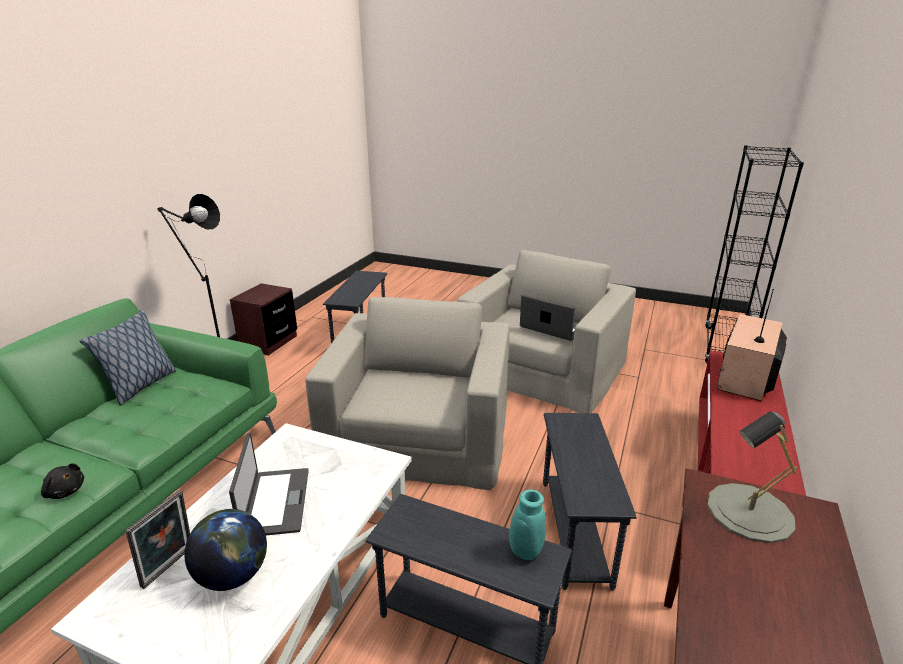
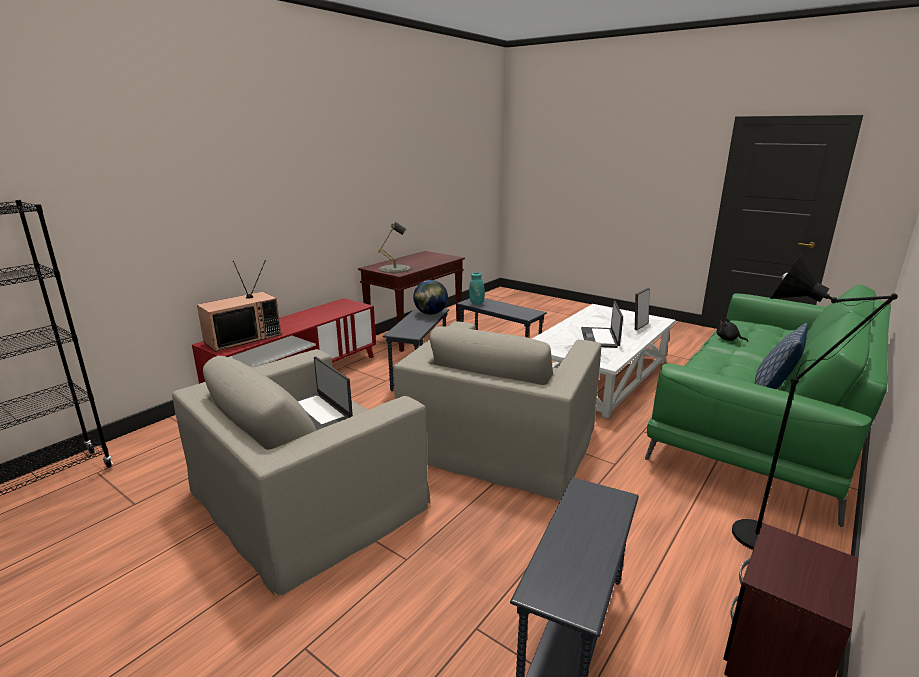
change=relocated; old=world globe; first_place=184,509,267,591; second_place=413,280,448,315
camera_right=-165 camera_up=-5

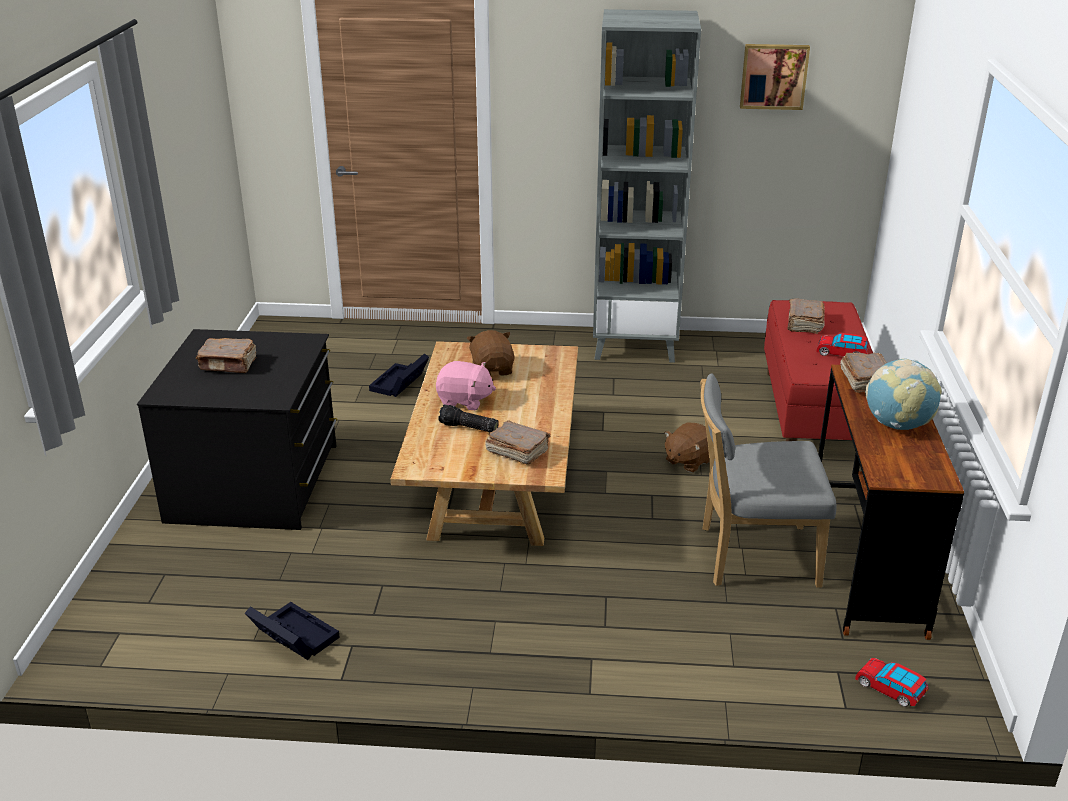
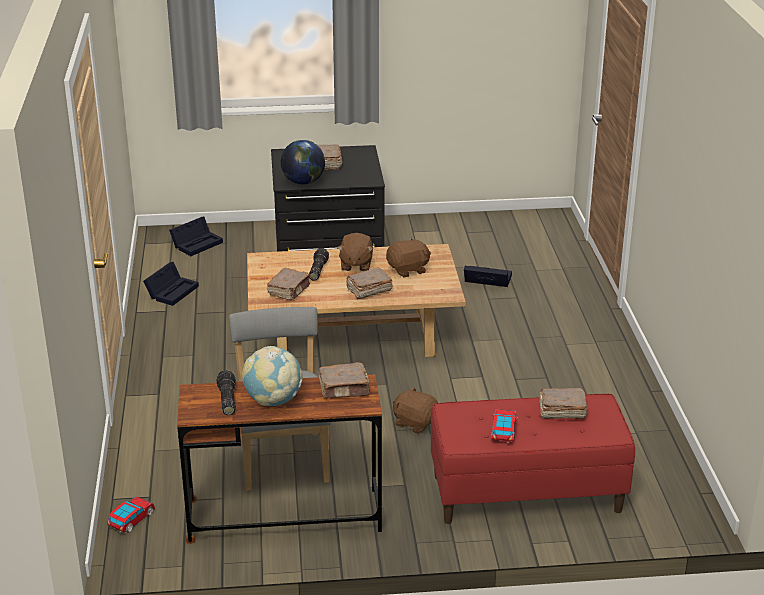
change=missing; old=bookshelf (gray); first_place=593,9,701,363
change=missing; old=wall art; first_place=740,44,810,110
change=colour; old=plush toy (pink-coloured); new=plush toy (brown); first_place=436,361,496,410; second_place=337,233,373,271
change=appeared; new=world globe; second_place=281,140,325,185
change=appeared; new=storage container (black); second_place=169,216,223,256
change=appeared; new=volume (brown); second_place=346,268,393,299
change=appeared; new=hand torch; second_place=216,370,236,415
camera_right=80 camera_up=0

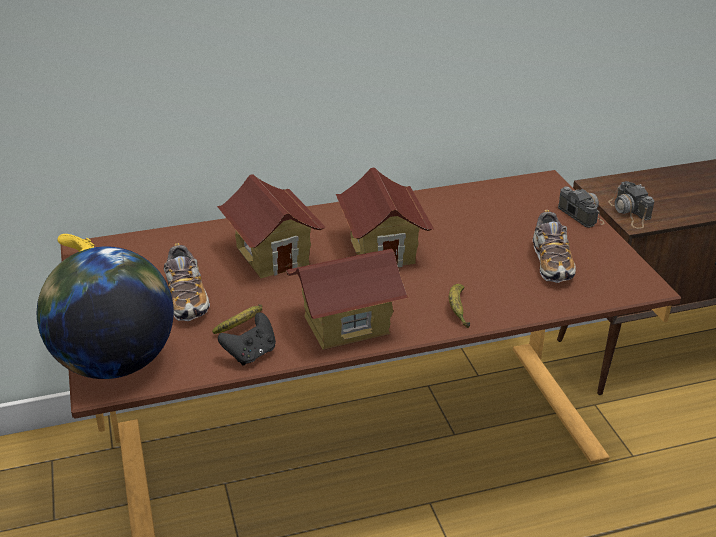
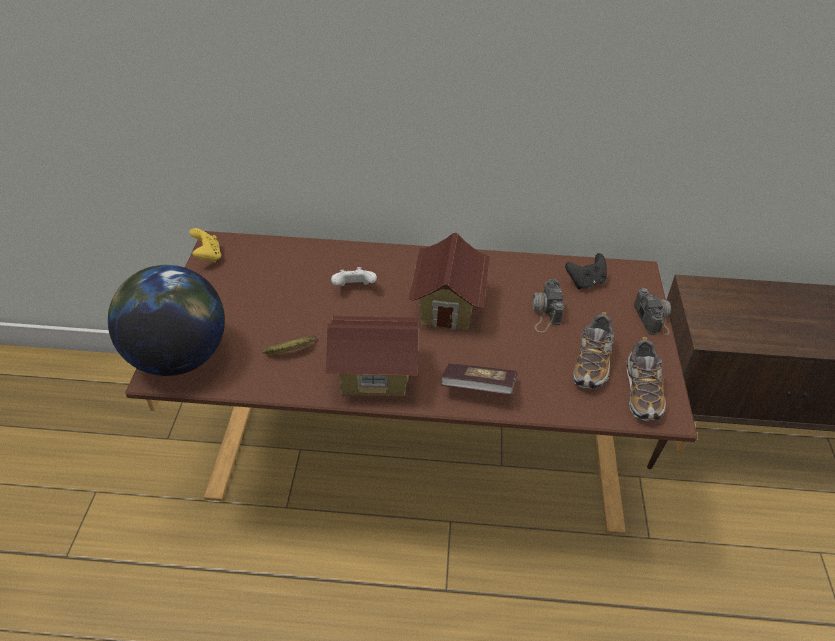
change=exchanged; old=model house; new=game controller (white-coloured); first_place=217,174,326,279; second_place=331,267,377,286
change=relocated; old=photo camera; first_place=608,181,654,229; second_place=532,279,564,332
change=relocated; old=shoe; first_place=164,243,210,321; second_place=626,337,666,421
change=exchanged; old=banana; new=volume; first_place=449,284,470,328; second_place=441,364,517,395
change=relocated; old=game controller (black); first_place=218,312,276,366; second_place=565,253,607,289
camera_right=20 camera_up=10

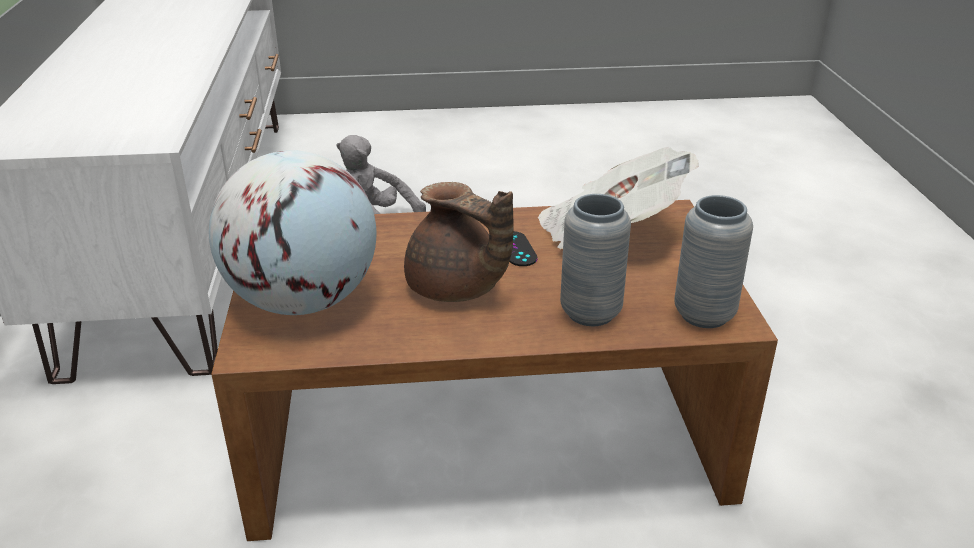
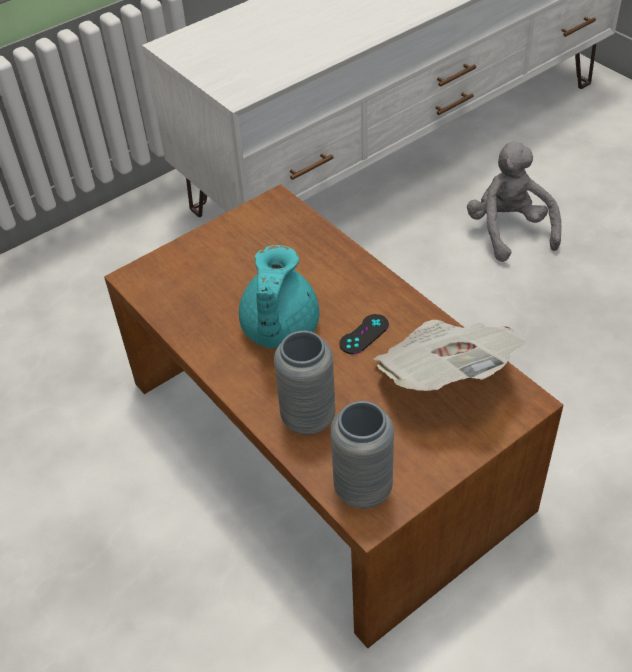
change=missing; old=world globe; first_place=209,150,377,315
change=colour; old=pot for tea (brown); new=pot for tea (turquoise-coloured); first_place=404,182,514,302; second_place=239,245,320,349
camera_right=60 camera_up=15

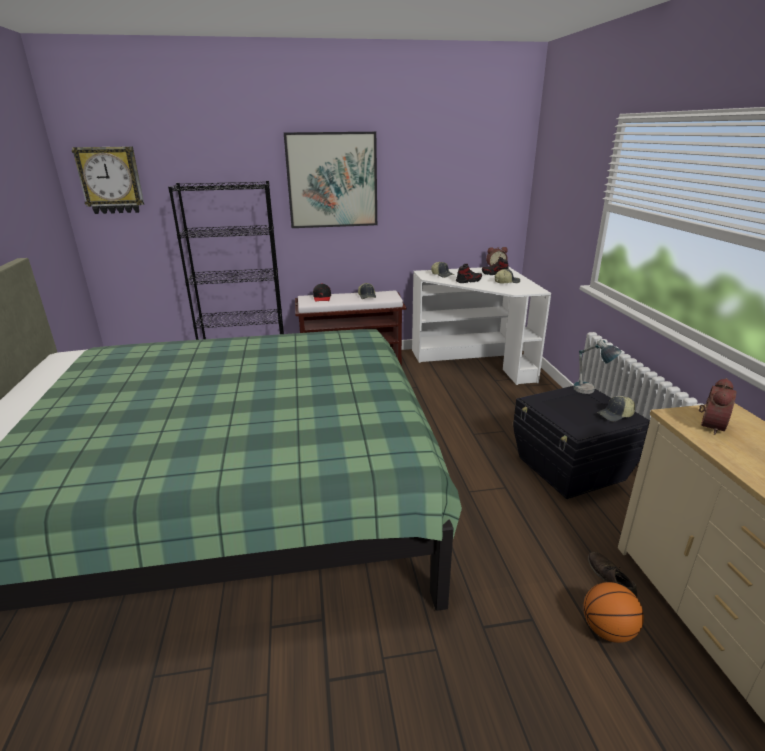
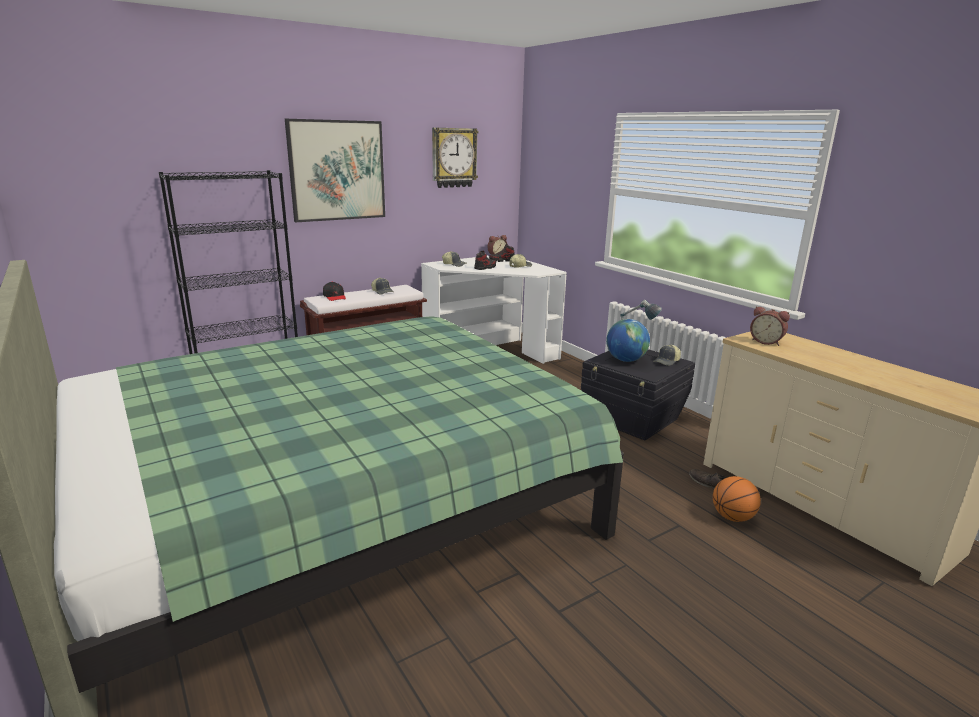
change=relocated; old=wall clock; first_place=72,146,144,214; second_place=432,128,479,188
change=spun; old=alarm clock; first_place=699,378,736,435; second_place=750,306,790,346; degrees=120
change=appeared; new=world globe; second_place=606,319,650,362
camera_right=-25 camera_up=-5

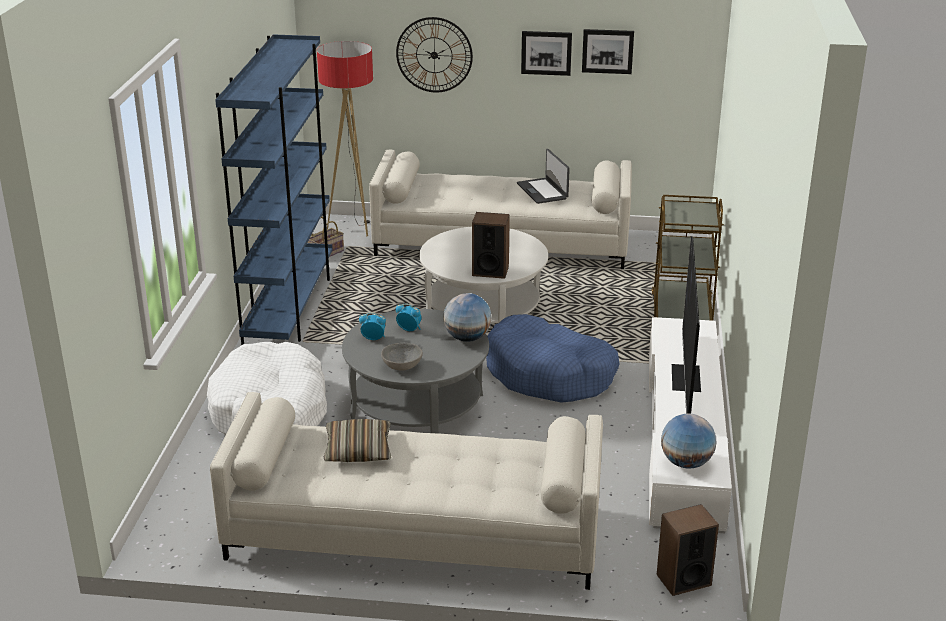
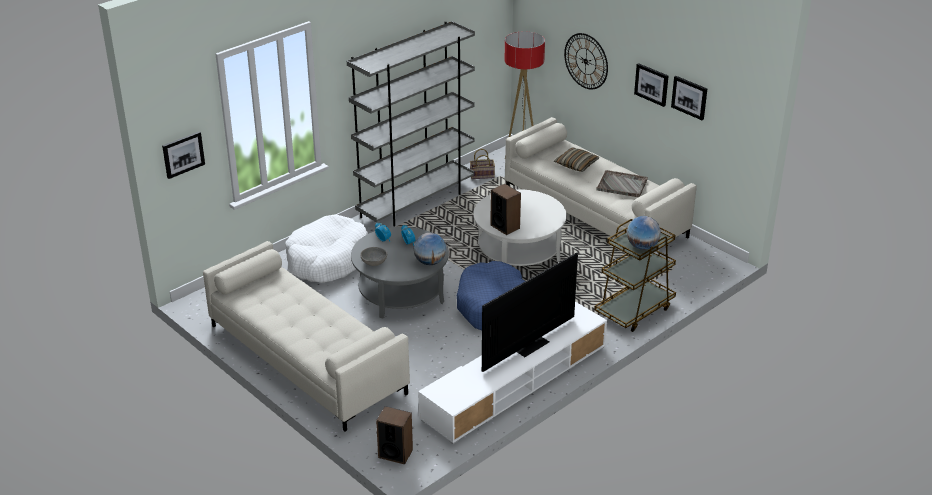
change=colour; old=bookshelf (blue-coloured); new=bookshelf (gray); first_place=215,34,333,345; second_place=347,21,475,227
change=exchanged; old=laptop; new=carrying tray (gray); first_place=517,149,570,204; second_place=597,170,648,197
change=relocated; old=world globe; first_place=661,413,716,468; second_place=627,216,661,250
change=relocated; old=cushion; first_place=324,419,391,462; second_place=554,148,599,172
change=appeared; new=wall art; second_place=162,131,205,179
camera_right=40 camera_up=5

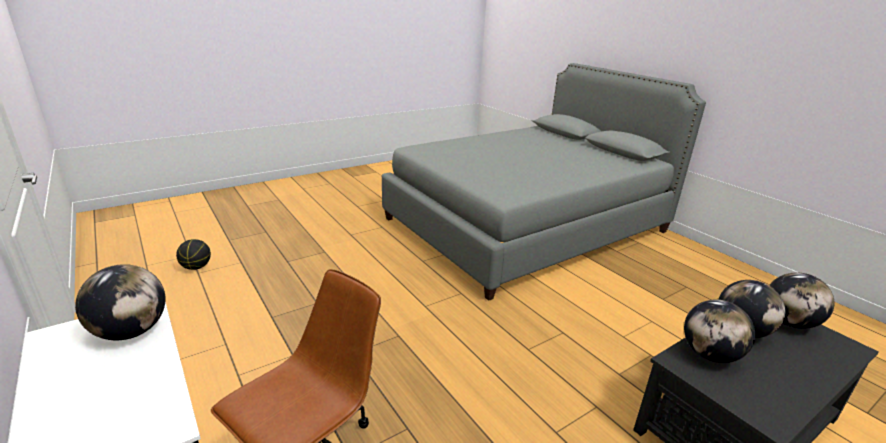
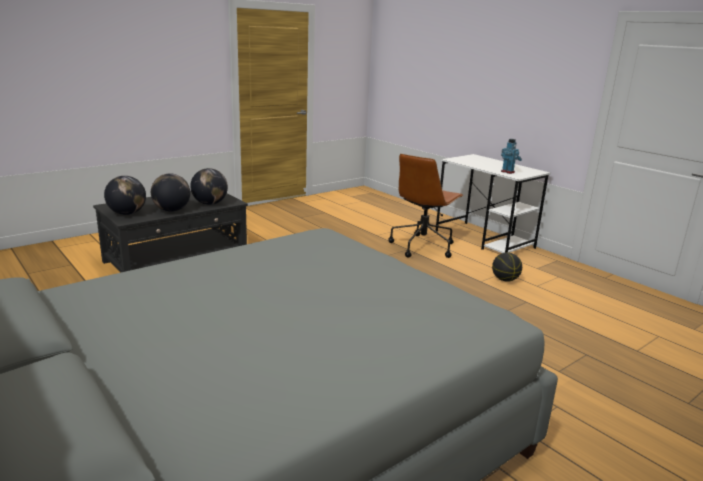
change=relocated; old=basketball; first_place=176,239,211,270; second_place=492,252,522,282
change=exchanged; old=world globe; new=toy robot; first_place=75,264,166,340; second_place=501,139,522,174
camera_right=175 camera_up=-5

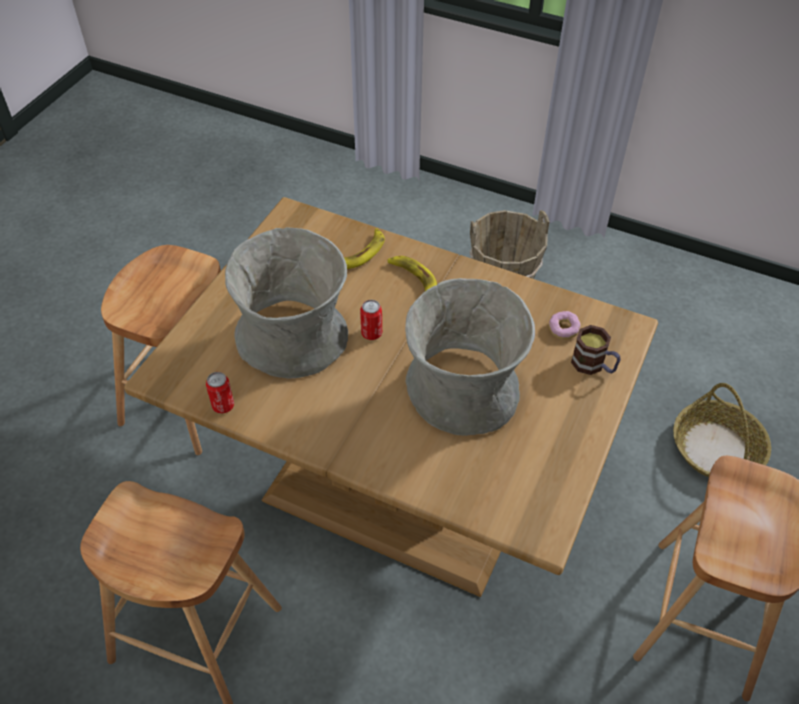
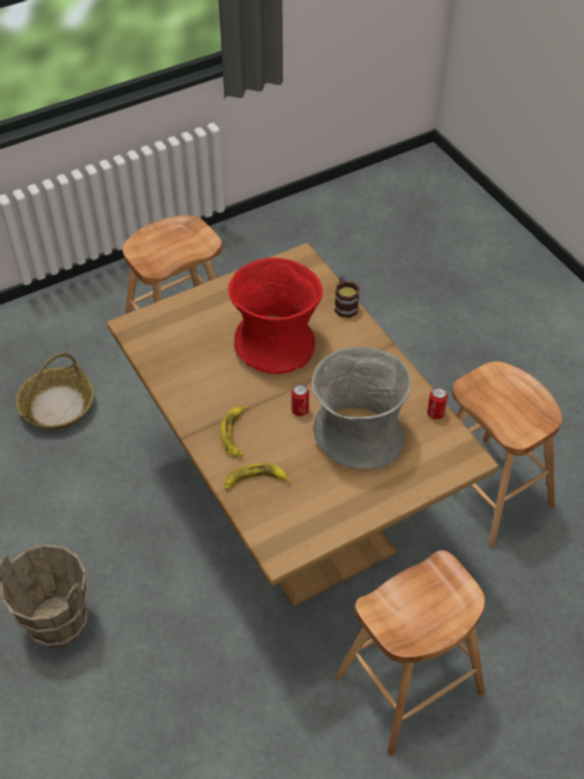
change=colour; old=vase (gray); new=vase (reddish); first_place=405,278,535,436; second_place=228,258,323,374
change=missing; old=ring doughnut; first_place=549,311,581,340
change=relocated; old=tea mug; first_place=571,325,621,375; second_place=335,276,360,318
camera_right=-145 camera_up=0

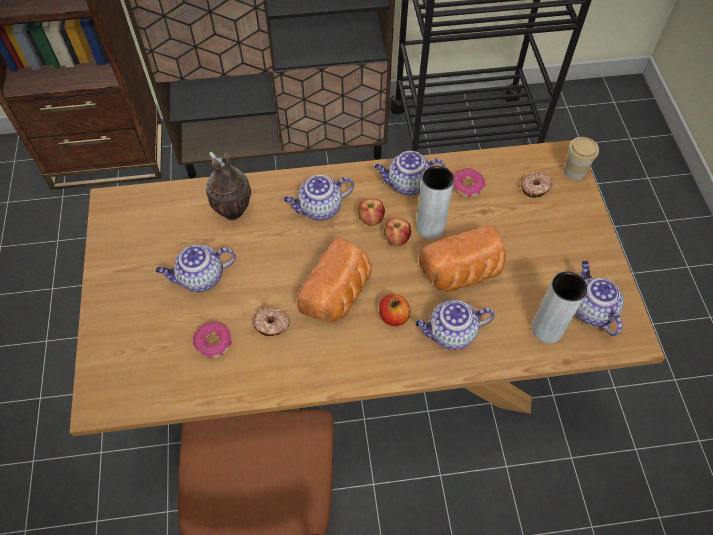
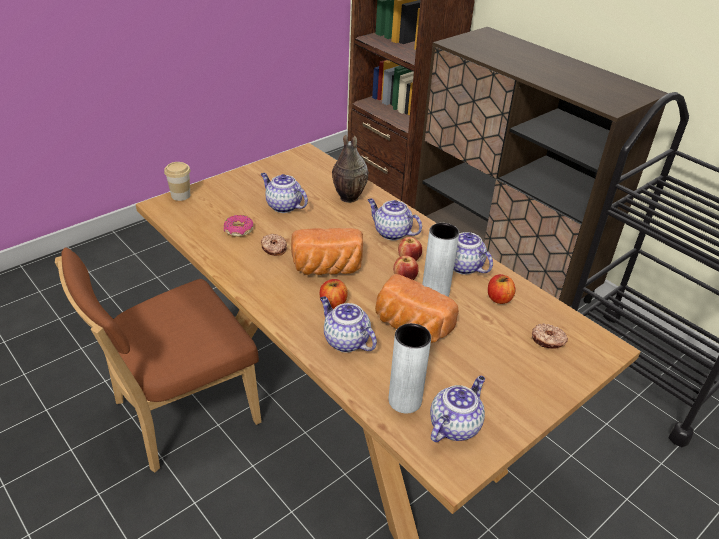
change=relocated; old=cup; first_place=564,137,599,180; second_place=164,162,190,201
change=exchanged; old=ring doughnut; new=whole apple; first_place=453,168,485,197; second_place=488,274,516,304
camera_right=55 camera_up=-20

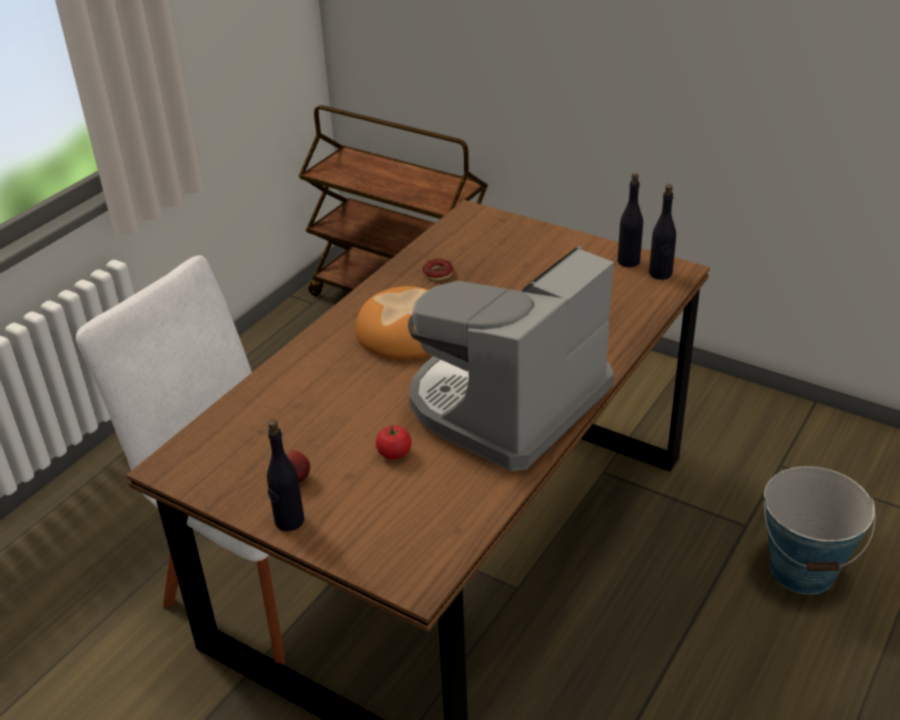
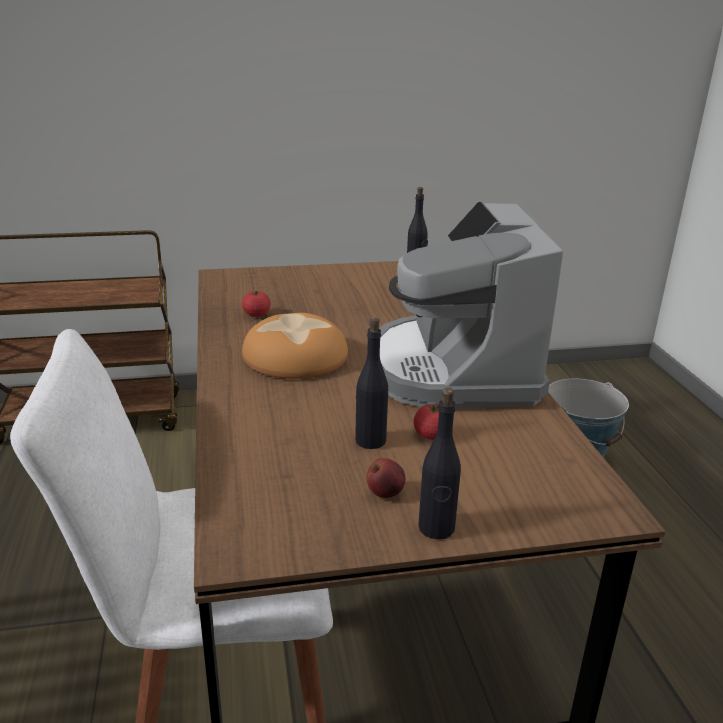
change=relocated; old=beverage bottle (black); first_place=618,173,643,267; second_place=355,318,388,449
change=exchanged; old=ring doughnut; new=whole tomato; first_place=423,259,453,280; second_place=242,291,271,317
camera_right=-45 camera_up=-10

